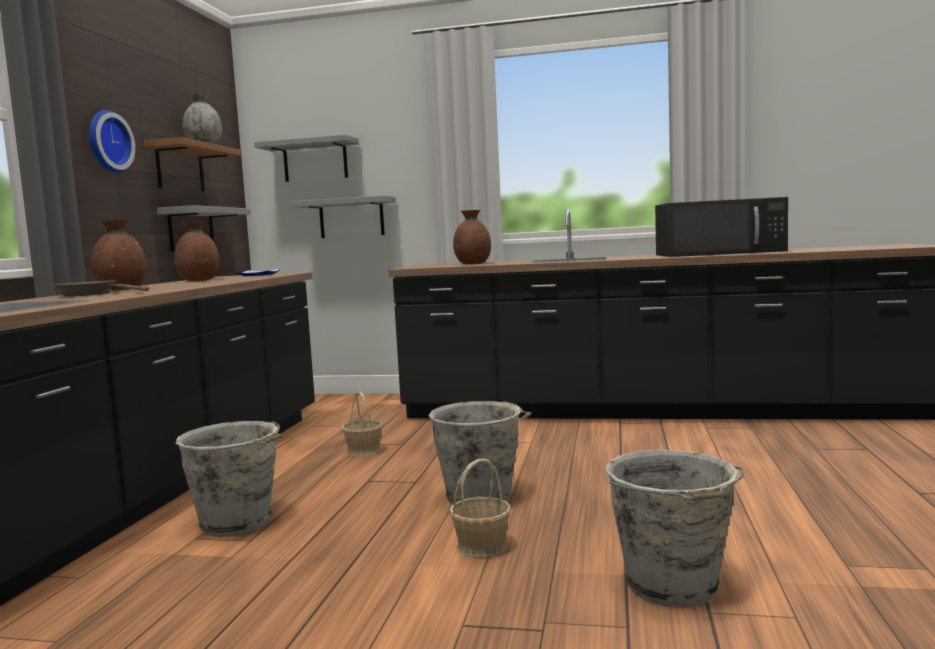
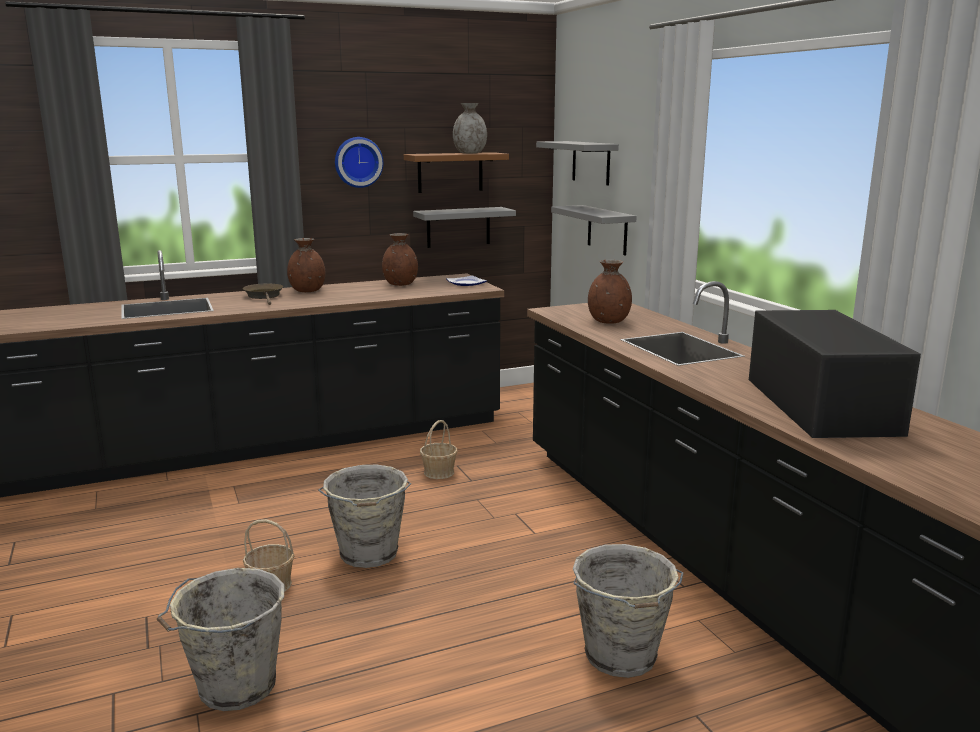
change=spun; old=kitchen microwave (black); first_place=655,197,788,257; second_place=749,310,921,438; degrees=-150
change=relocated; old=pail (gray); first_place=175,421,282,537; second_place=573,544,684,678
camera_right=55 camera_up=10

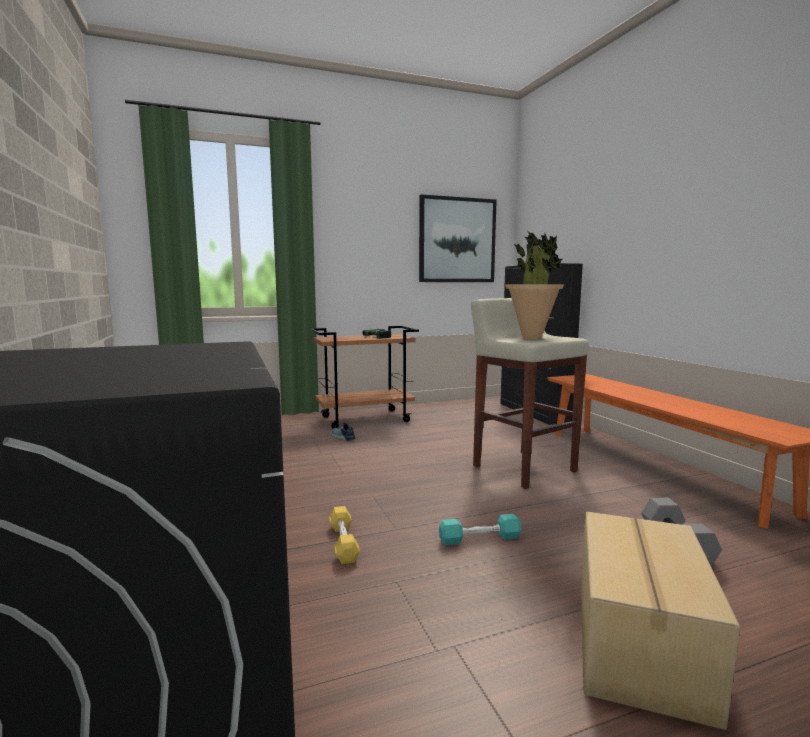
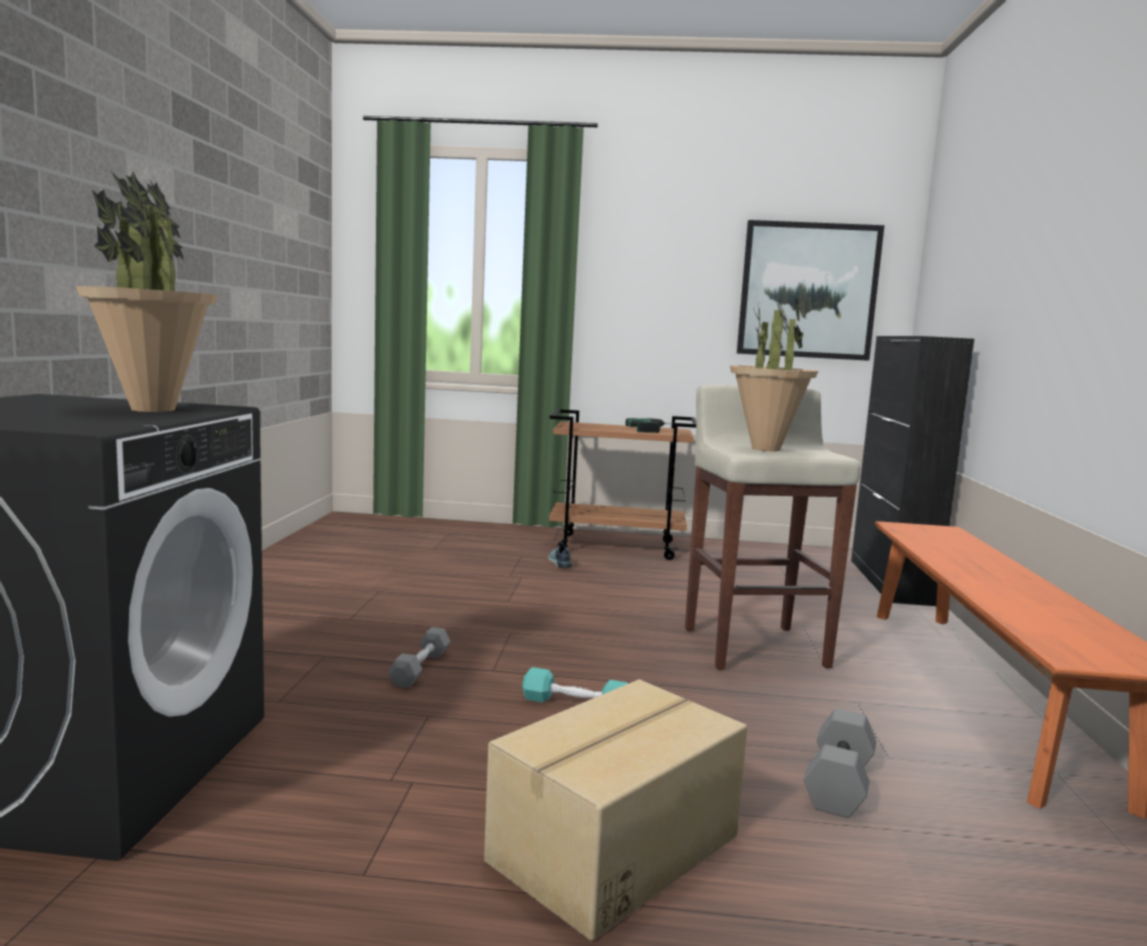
change=colour; old=hand weight (yellowish); new=hand weight (gray); first_place=329,506,360,564; second_place=388,627,450,688
change=appeared; new=plant in a pot; second_place=76,170,218,412
camera_right=25 camera_up=0

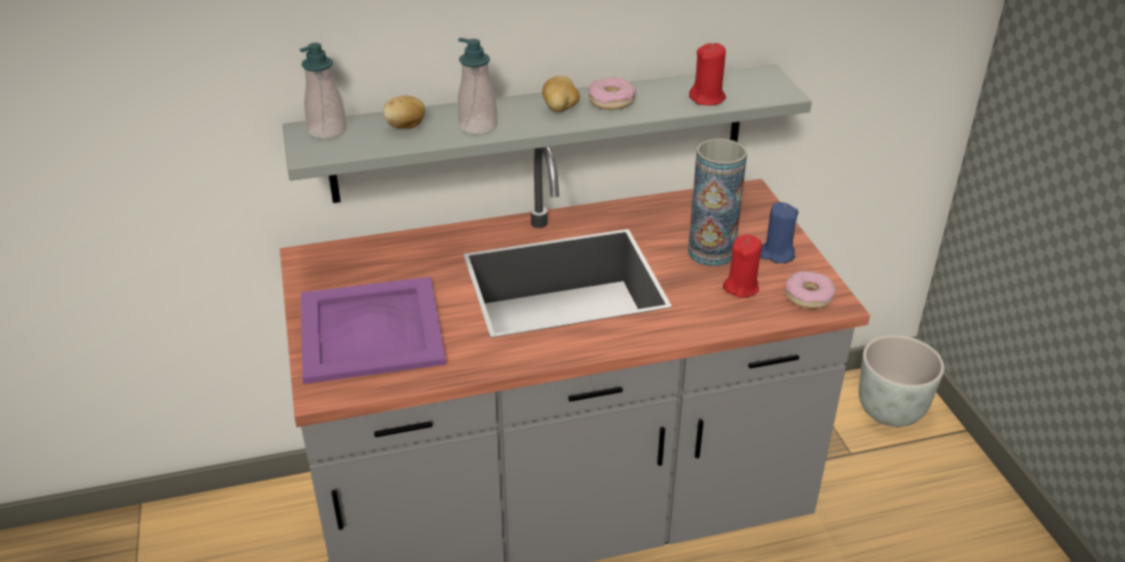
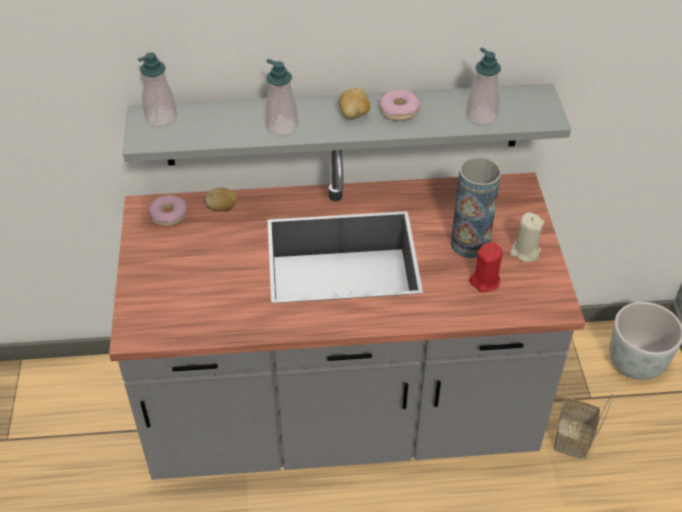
change=exchanged; old=candle (reddish); new=soap bottle; first_place=689,43,726,105; second_place=466,48,501,126
change=relocated; old=spud; first_place=383,96,425,128; second_place=205,187,237,211
change=colour; old=candle (blue-coloured); new=candle (beige); first_place=760,202,798,263; second_place=510,212,544,262
change=relocated; old=ring doughnut; first_place=785,271,836,309; second_place=148,195,187,226
change=missing; old=carrying tray (purple-coloured); first_place=301,277,446,384
change=appeared; new=storage basket; second_place=554,381,613,459
camera_right=10 camera_up=10

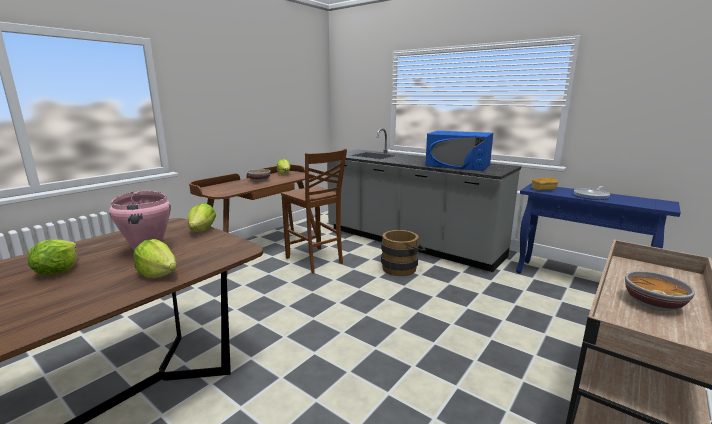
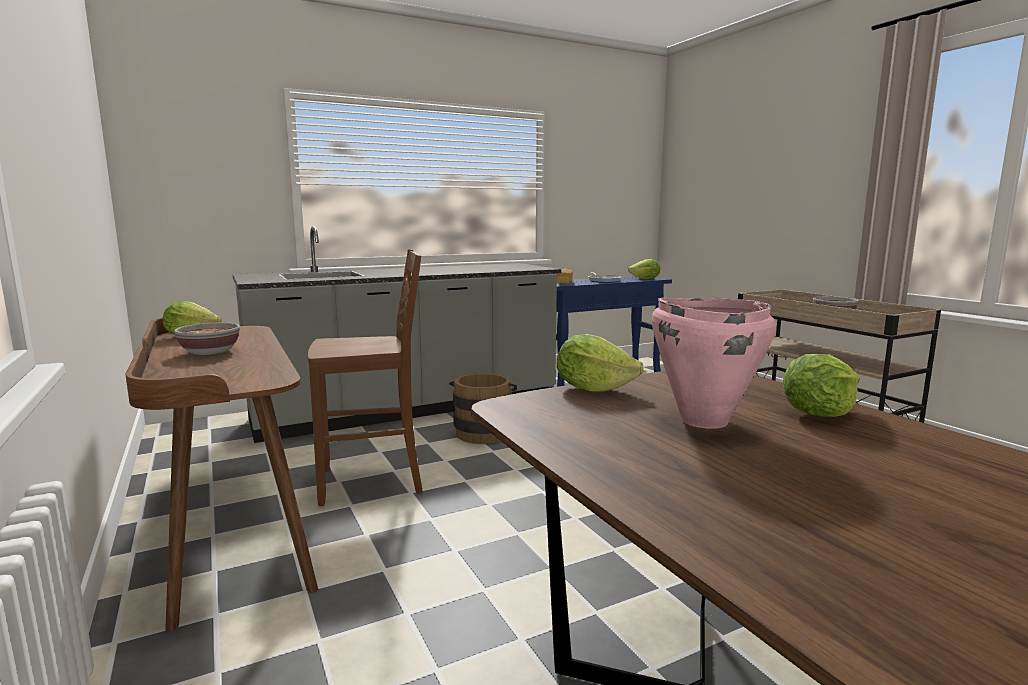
change=missing; old=kitchen microwave (blue-coloured); first_place=425,131,493,171
change=relocated; old=lettuce head; first_place=28,239,77,275; second_place=628,259,660,279
camera_right=-65 camera_up=-5

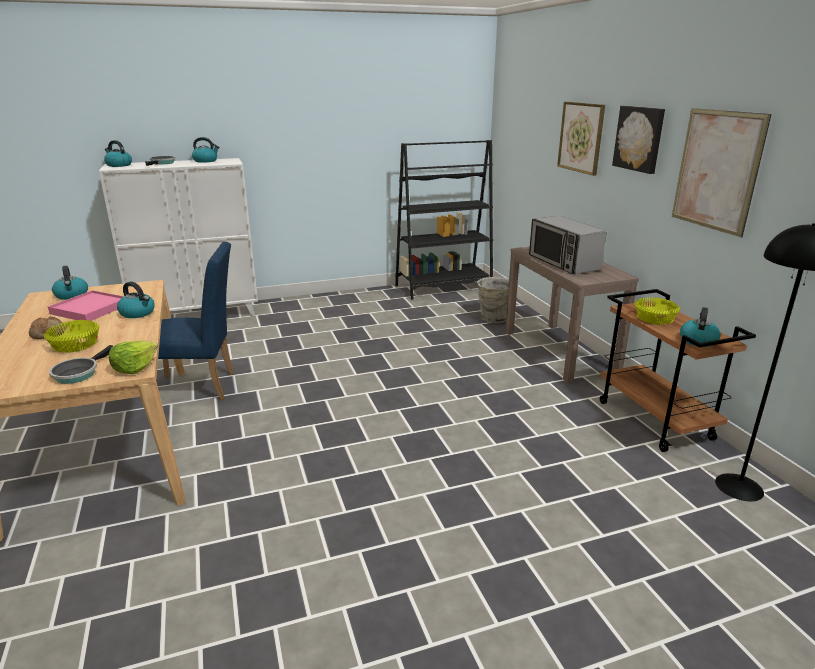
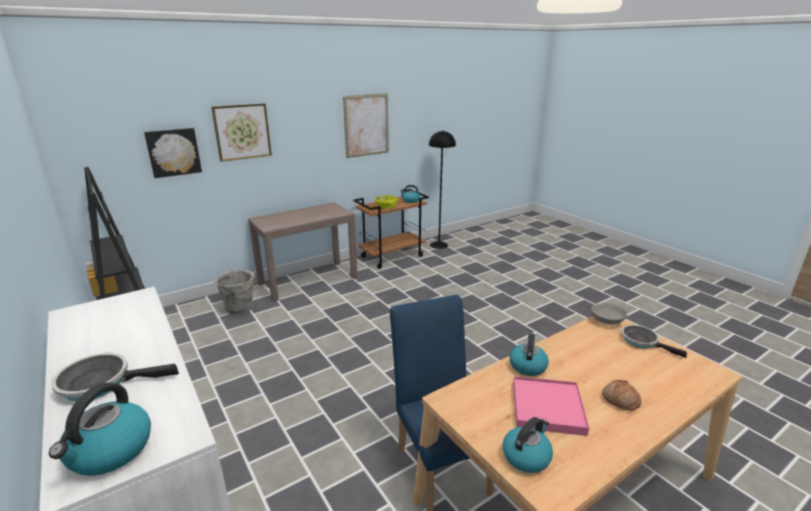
change=relocated; old=wall art; first_place=612,106,665,174; second_place=144,128,202,178
change=missing; old=tea kettle; first_place=192,137,219,163
change=missing; old=kitchen microwave; first_place=529,216,607,274
change=missing; old=deep dish (yellowish); first_place=44,320,99,353
change=exchanged; old=lettuce head; new=deep dish (gray); first_place=109,340,158,374; second_place=591,303,627,324
change=spun; old=skillet; first_place=49,345,113,384; second_place=621,325,687,358; degrees=-135
camera_right=-105 camera_up=0

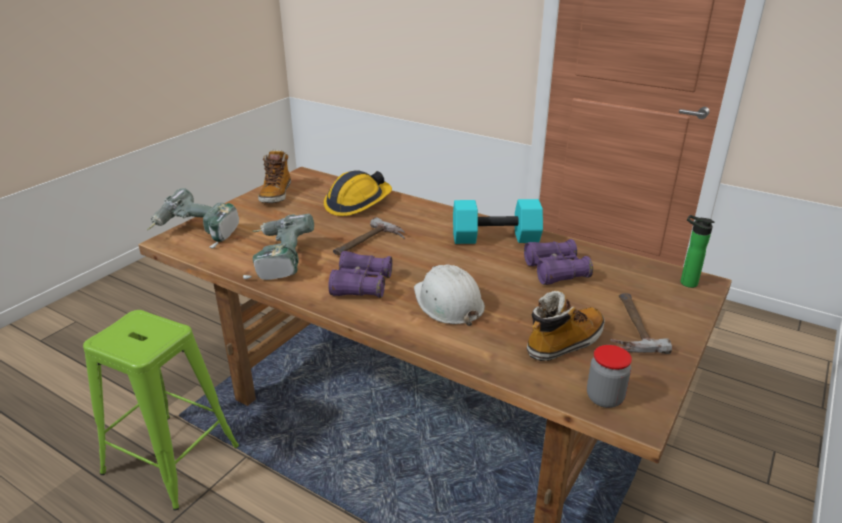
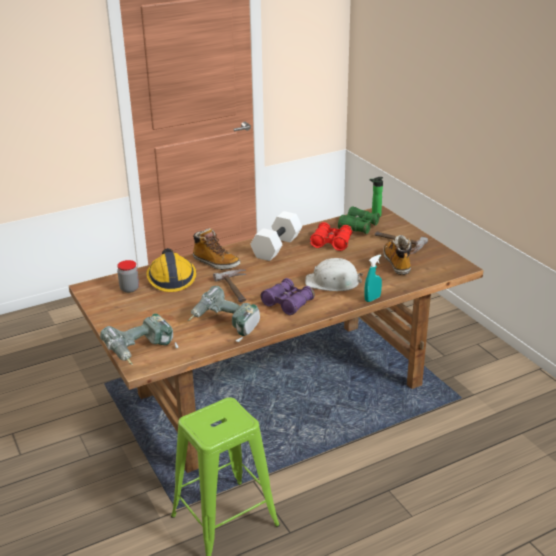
change=relocated; old=boot; first_place=258,149,291,203; second_place=192,228,240,270
change=colour; old=hand weight (turquoise-coloured); new=hand weight (white-coloured); first_place=453,199,543,244; second_place=250,211,302,261
change=colour; old=pair of binoculars (purple-coloured); new=pair of binoculars (reddish); first_place=524,239,593,285; second_place=310,222,353,251
change=relocated; old=jar; first_place=587,345,632,408; second_place=117,260,139,293
change=appeared; new=pair of binoculars (green-coloured); second_place=338,206,380,234
change=appeared; new=sprayer (turquoise-coloured); second_place=364,254,382,302
camera_right=-60 camera_up=0

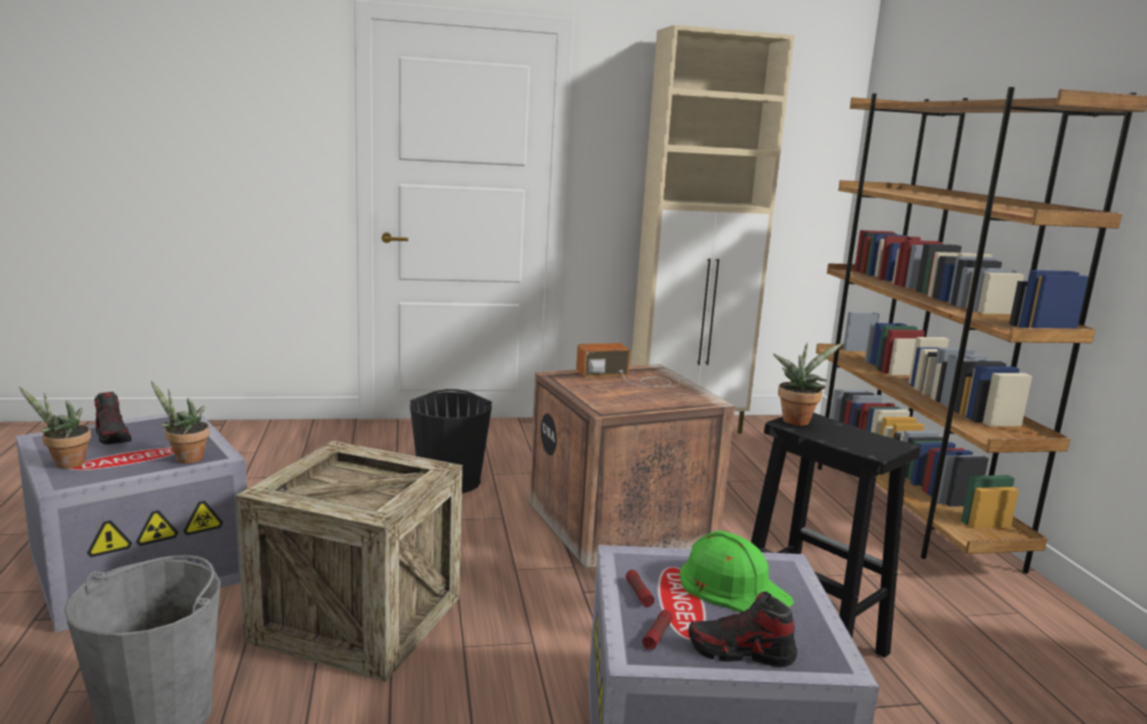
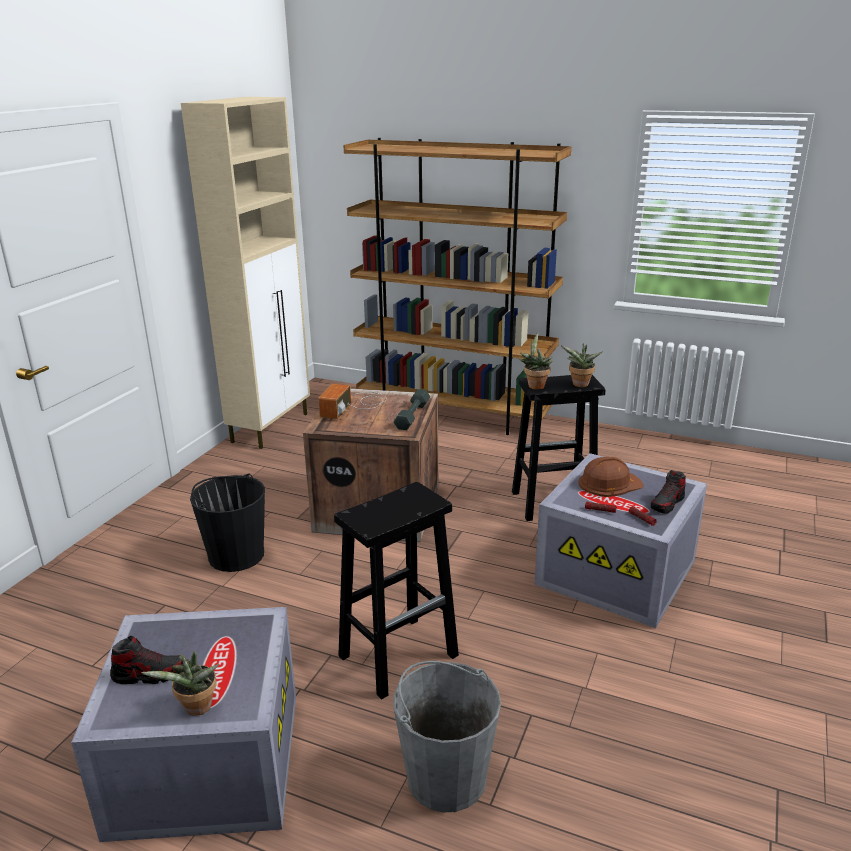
change=relocated; old=plant in a pot; first_place=151,381,210,463; second_place=561,343,602,387
change=exchanged; old=packing crate; new=stool (black); first_place=236,441,463,682; second_place=334,482,459,699
change=colour; old=safety helmet (green-coloured); new=safety helmet (brown); first_place=679,531,794,612; second_place=578,457,644,497
change=appeared; new=hand weight (gray); second_place=393,389,430,430
camera_right=-55 camera_up=10

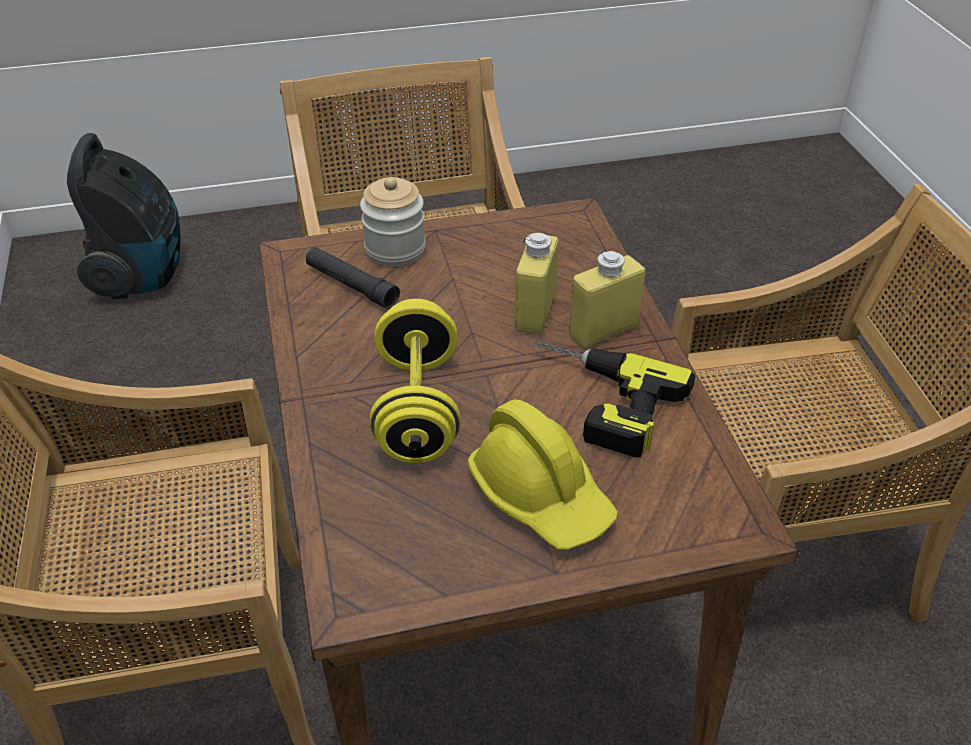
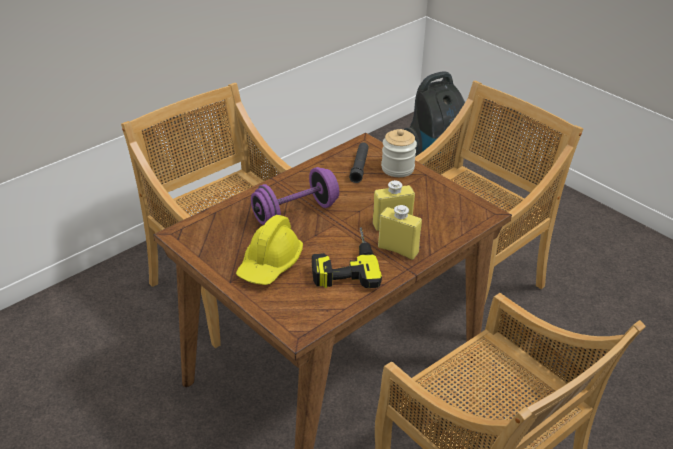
change=colour; old=hand weight (yellowish); new=hand weight (purple-coloured); first_place=370,299,461,463; second_place=251,167,339,225
camera_right=60 camera_up=-5

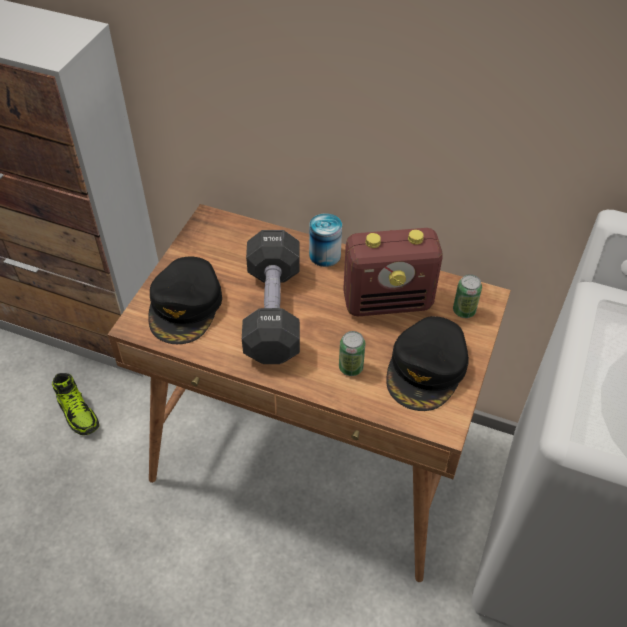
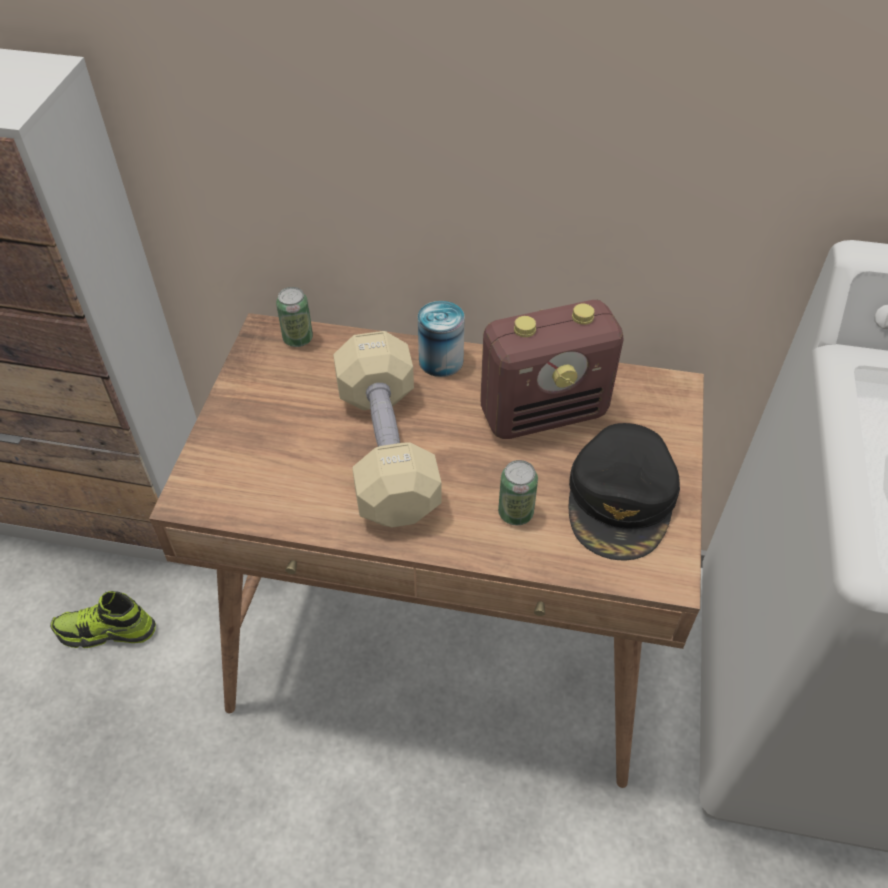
change=colour; old=hand weight (black); new=hand weight (beige); first_place=242,230,300,364; second_place=333,331,442,527
change=missing; old=peaked cap (black); first_place=148,256,222,344
change=relocated; old=can; first_place=453,274,482,318; second_place=276,287,313,347
change=spun; old=shoe; first_place=52,373,100,435; second_place=50,591,156,648; degrees=135
camera_right=-10 camera_up=0

